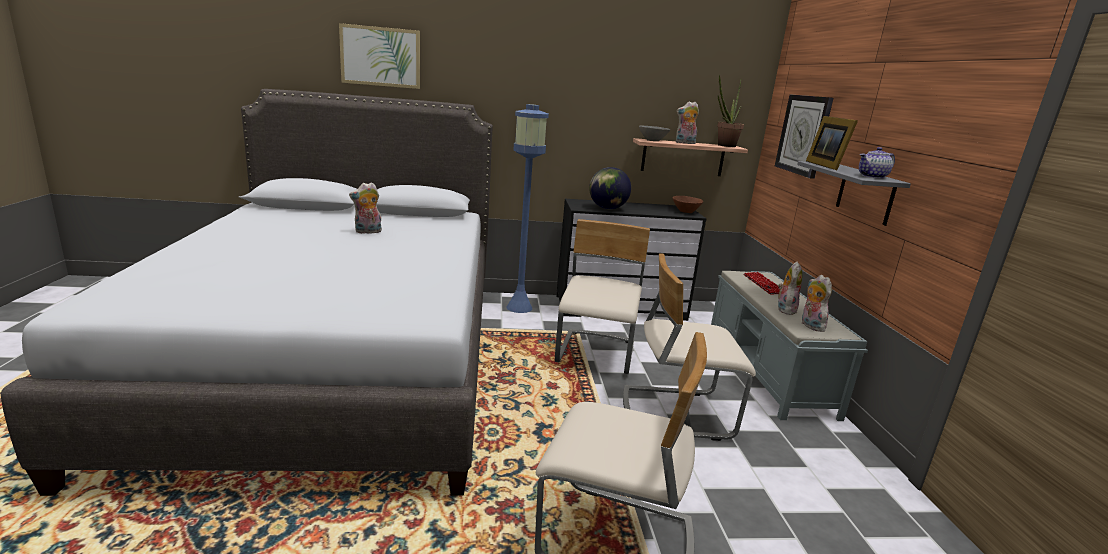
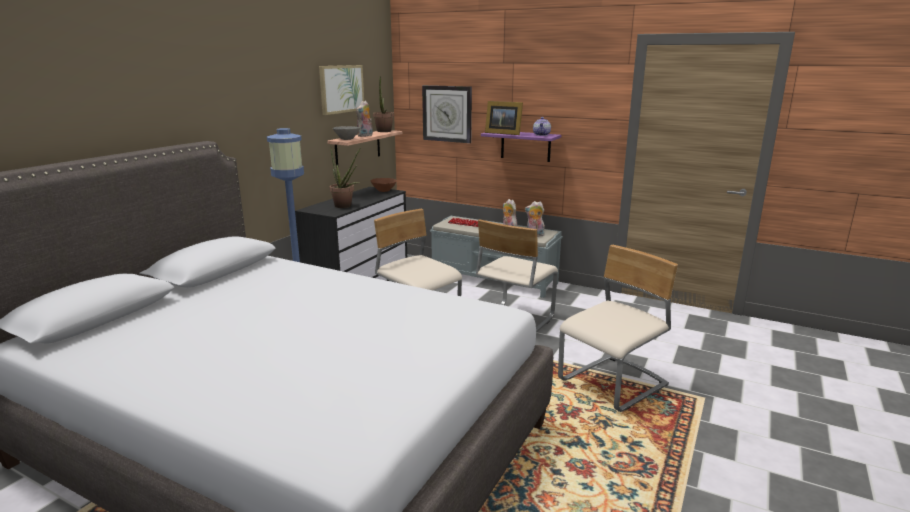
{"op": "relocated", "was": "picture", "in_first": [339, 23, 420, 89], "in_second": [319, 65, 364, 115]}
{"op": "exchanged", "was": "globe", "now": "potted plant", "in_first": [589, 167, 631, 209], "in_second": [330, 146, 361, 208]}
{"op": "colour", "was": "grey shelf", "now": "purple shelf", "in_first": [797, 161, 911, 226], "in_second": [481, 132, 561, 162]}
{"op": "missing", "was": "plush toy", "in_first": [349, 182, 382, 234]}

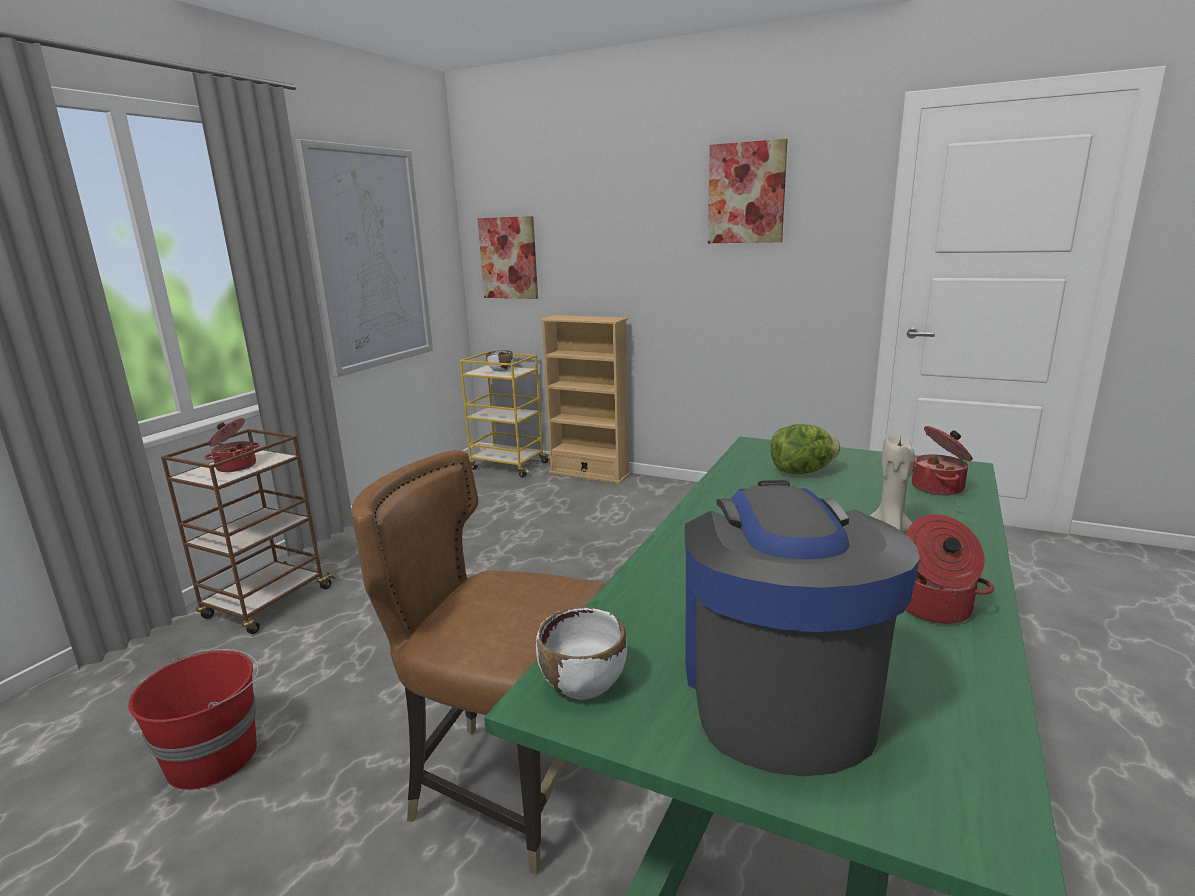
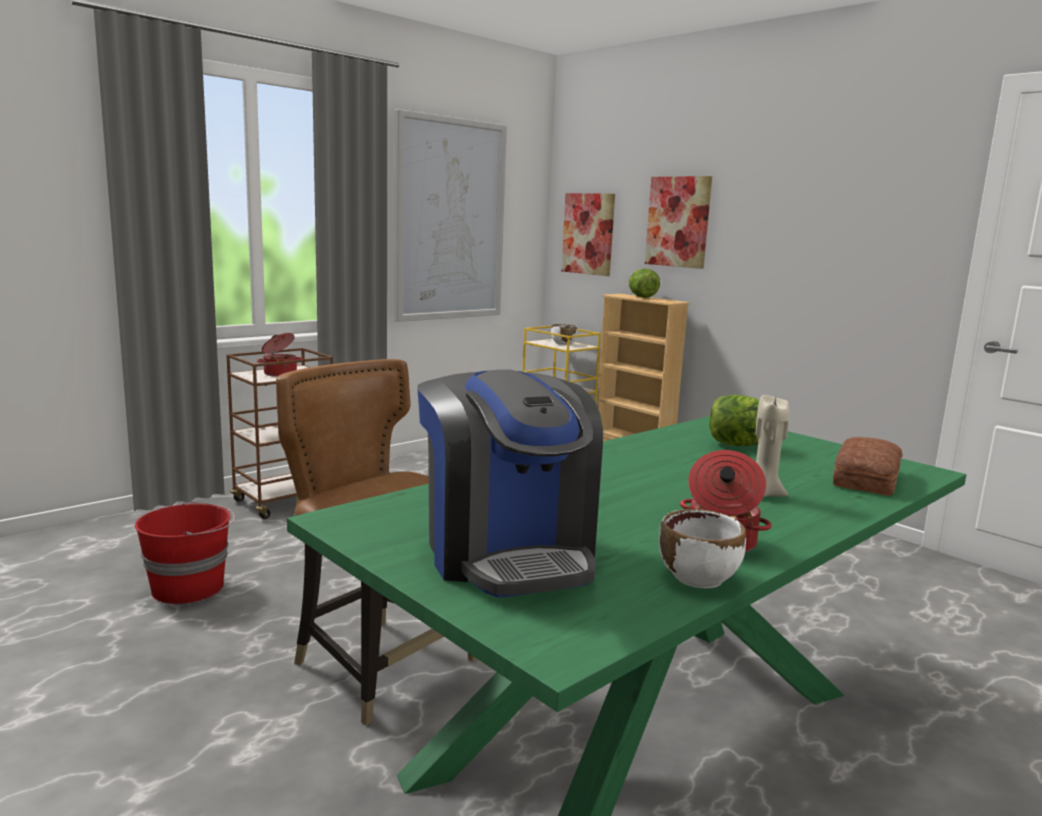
{"op": "spun", "was": "coffee machine", "in_first": [685, 480, 920, 776], "in_second": [417, 369, 603, 598], "clockwise": 135}
{"op": "appeared", "now": "lettuce", "in_second": [629, 268, 660, 298]}
{"op": "relocated", "was": "picture", "in_first": [708, 139, 788, 243], "in_second": [645, 176, 712, 269]}
{"op": "relocated", "was": "white bowl", "in_first": [536, 607, 627, 699], "in_second": [659, 509, 746, 588]}
{"op": "exchanged", "was": "cooking pot", "now": "bread", "in_first": [912, 426, 973, 496], "in_second": [833, 437, 903, 496]}

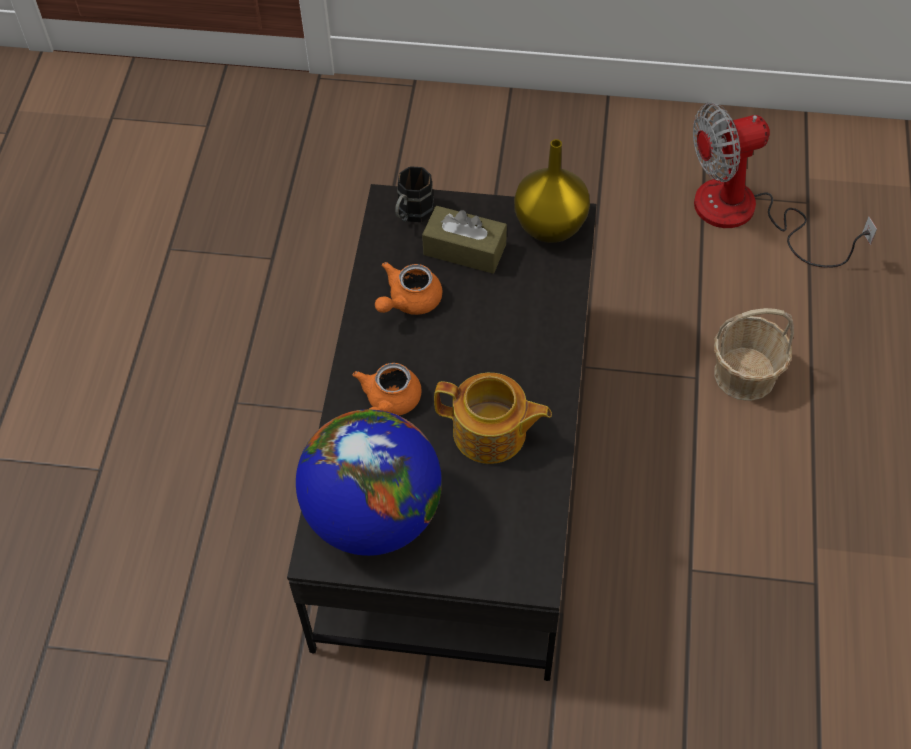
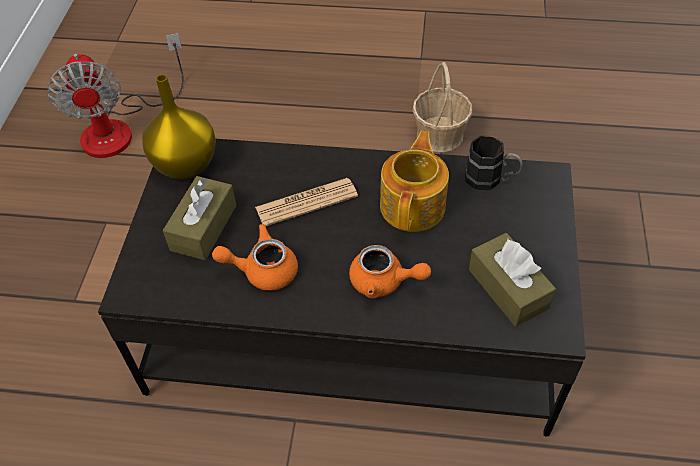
{"op": "spun", "was": "orange teapot", "in_first": [375, 262, 442, 315], "in_second": [212, 224, 298, 291], "clockwise": 135}
{"op": "appeared", "now": "newspaper", "in_second": [255, 178, 358, 226]}
{"op": "relocated", "was": "basket", "in_first": [714, 308, 794, 401], "in_second": [413, 62, 472, 152]}
{"op": "relocated", "was": "black mug", "in_first": [395, 166, 434, 222], "in_second": [465, 136, 523, 190]}
{"op": "exchanged", "was": "globe", "now": "brown tissue box", "in_first": [296, 409, 442, 556], "in_second": [469, 233, 556, 327]}

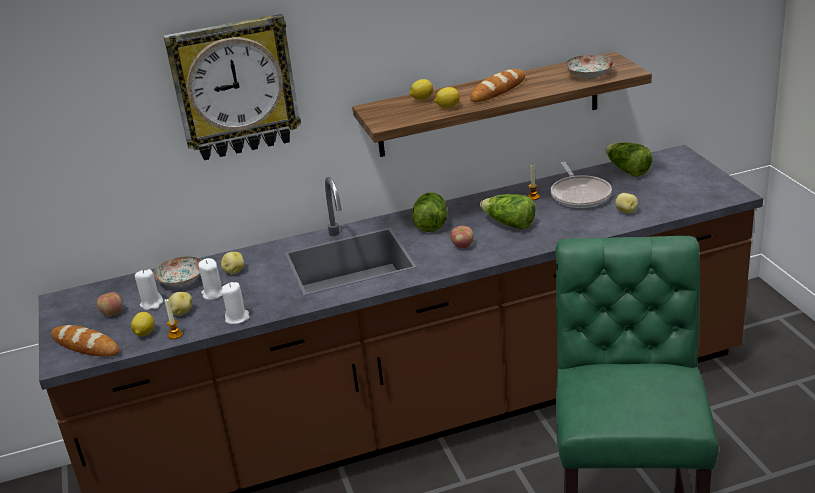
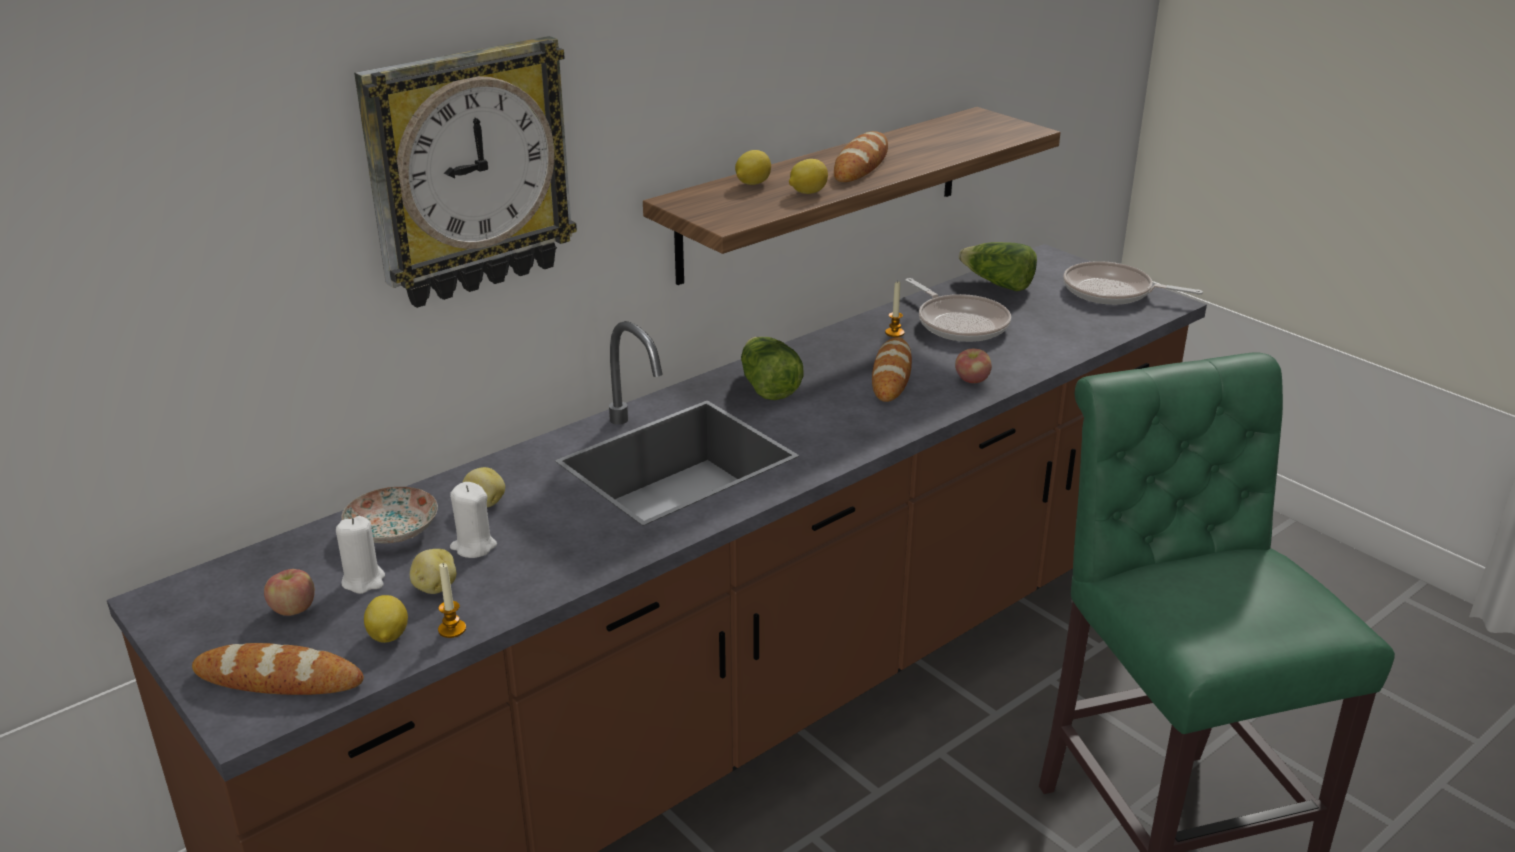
{"op": "exchanged", "was": "lettuce", "now": "bread", "in_first": [480, 194, 536, 230], "in_second": [872, 337, 912, 402]}
{"op": "relocated", "was": "apple", "in_first": [450, 226, 474, 248], "in_second": [955, 349, 992, 383]}
{"op": "appeared", "now": "frying pan", "in_second": [1063, 261, 1203, 305]}
{"op": "missing", "was": "white candle", "in_first": [221, 282, 250, 324]}
{"op": "missing", "was": "plate", "in_first": [565, 55, 615, 79]}
{"op": "missing", "was": "potato", "in_first": [615, 193, 638, 213]}

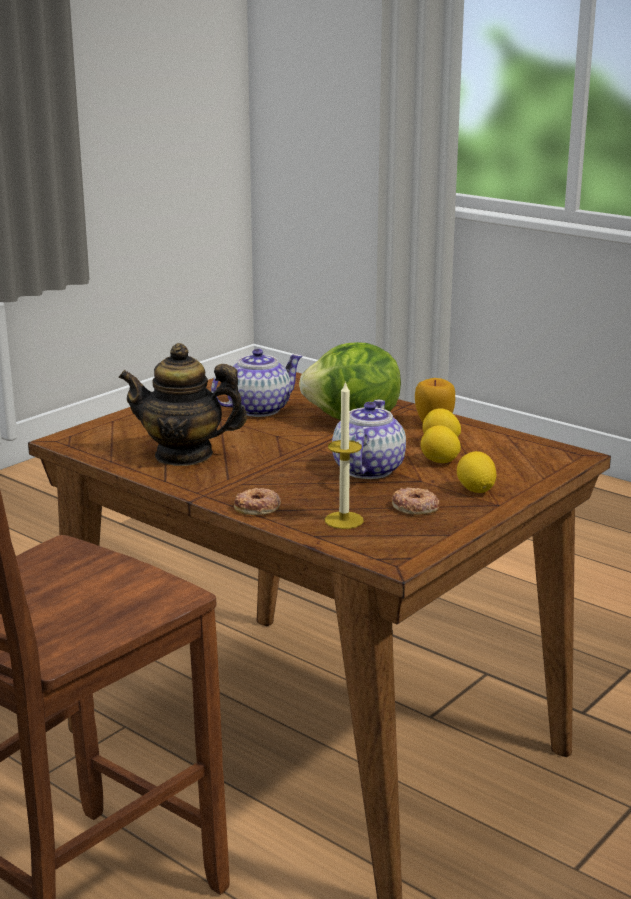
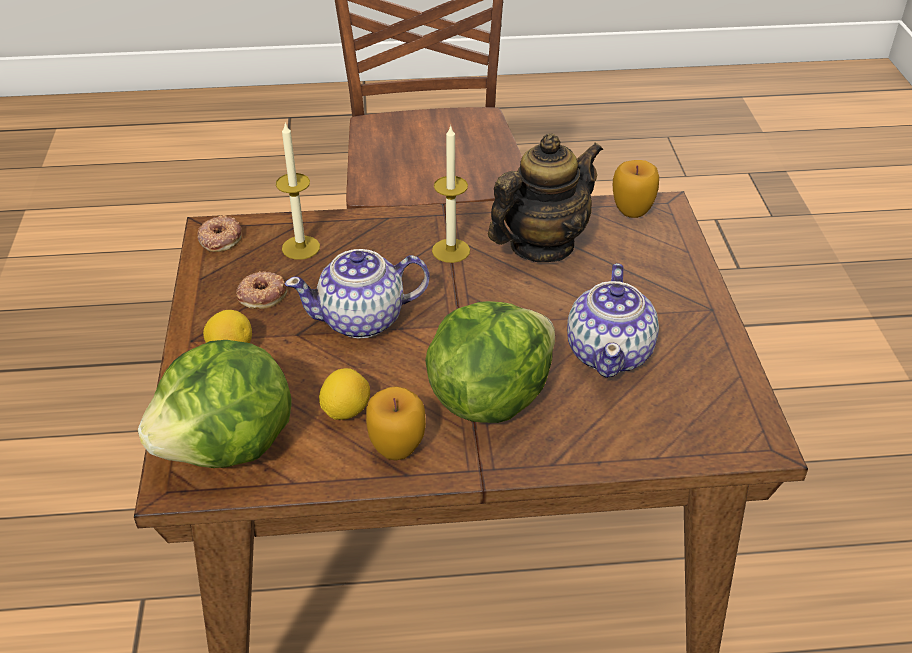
{"op": "appeared", "now": "lettuce", "in_second": [138, 340, 291, 468]}
{"op": "relocated", "was": "donut", "in_first": [234, 488, 281, 515], "in_second": [197, 215, 242, 252]}
{"op": "spun", "was": "teapot", "in_first": [332, 400, 406, 479], "in_second": [285, 249, 430, 338], "clockwise": 105}
{"op": "appeared", "now": "candle", "in_second": [432, 125, 470, 263]}
{"op": "appeared", "now": "apple", "in_second": [613, 160, 659, 218]}
{"op": "missing", "was": "lemon", "in_first": [421, 425, 461, 463]}

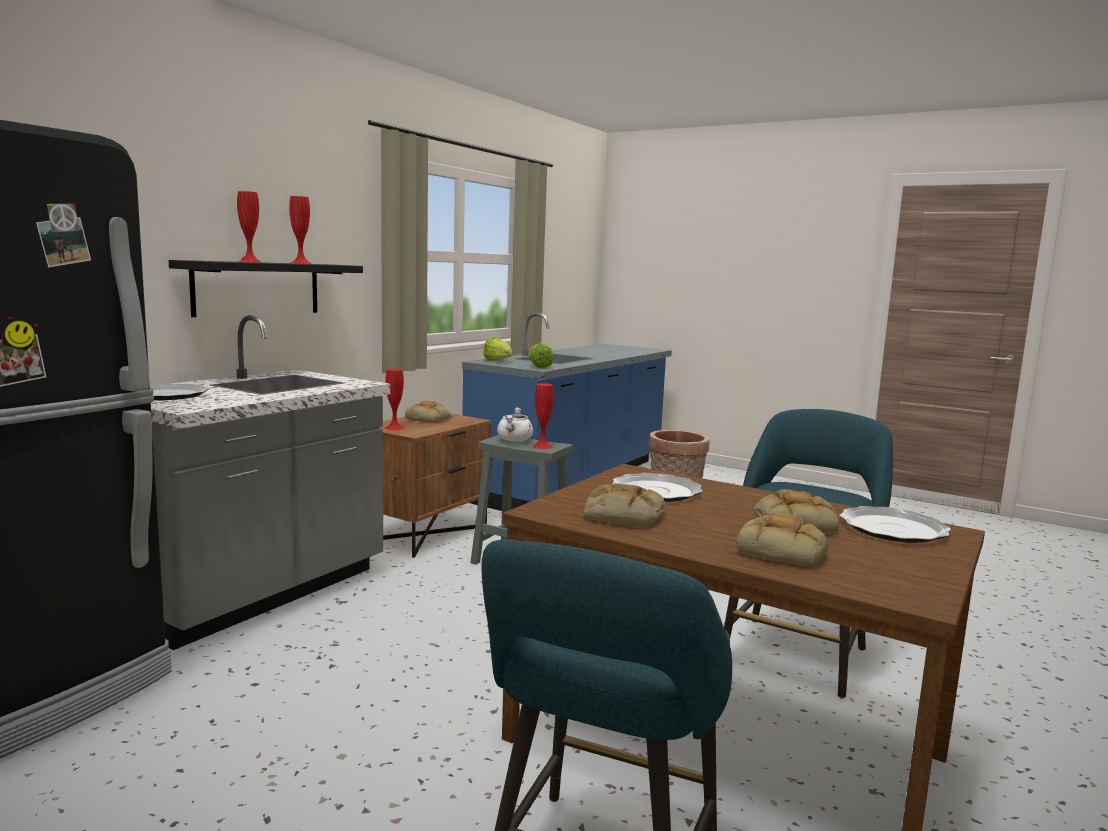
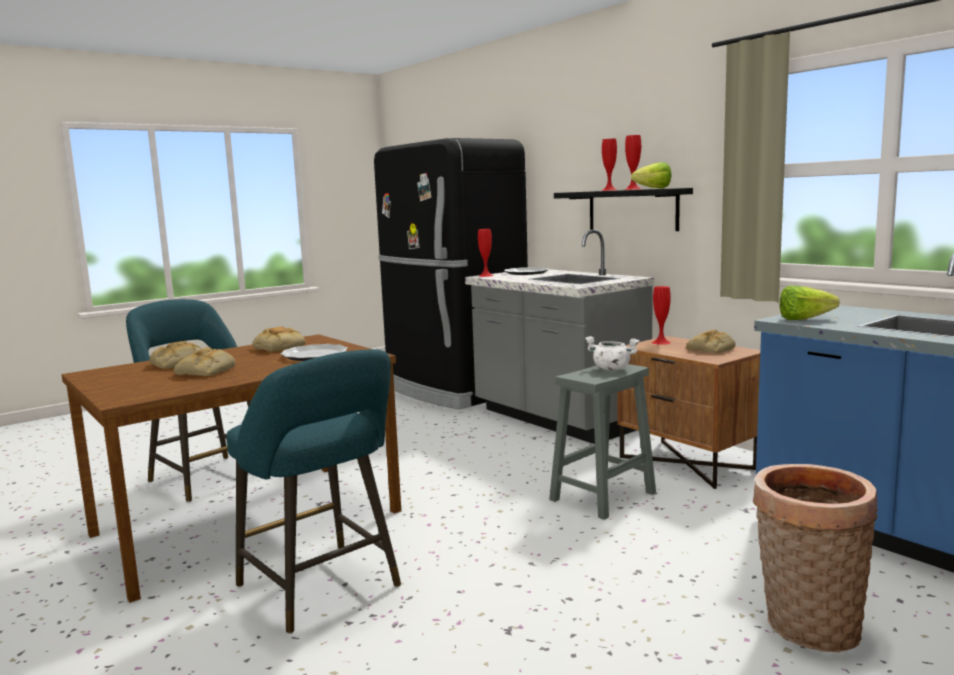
{"op": "relocated", "was": "red vase", "in_first": [532, 383, 554, 449], "in_second": [478, 229, 494, 277]}
{"op": "relocated", "was": "lettuce", "in_first": [483, 337, 512, 361], "in_second": [631, 162, 672, 189]}
{"op": "missing", "was": "plate", "in_first": [839, 506, 951, 543]}

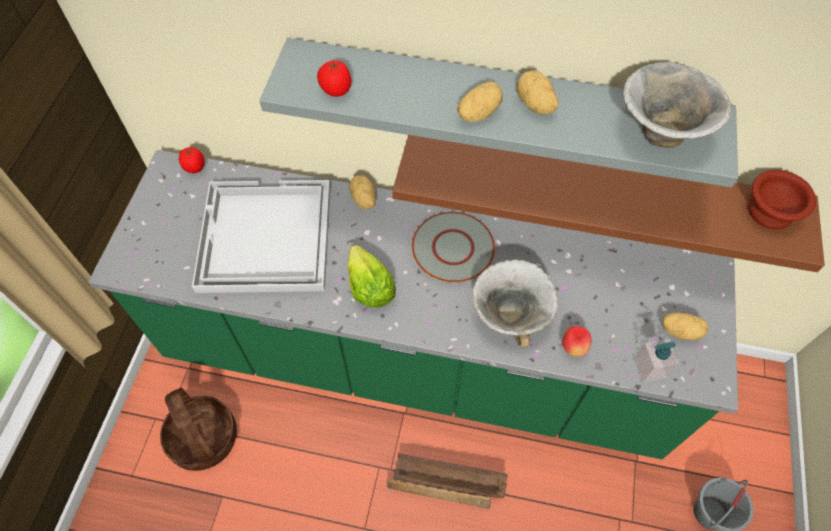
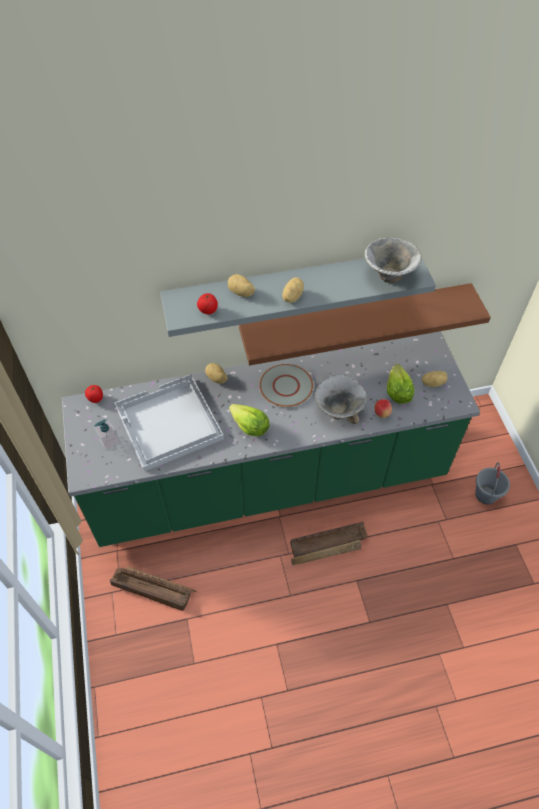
{"op": "relocated", "was": "soap dispenser", "in_first": [634, 339, 681, 383], "in_second": [94, 419, 120, 451]}
{"op": "exchanged", "was": "basket", "now": "crate", "in_first": [160, 388, 237, 471], "in_second": [110, 567, 196, 611]}
{"op": "relocated", "was": "potato", "in_first": [517, 70, 558, 115], "in_second": [228, 274, 255, 297]}
{"op": "appeared", "now": "lettuce", "in_second": [387, 364, 414, 404]}
{"op": "missing", "was": "brown bowl", "in_first": [749, 170, 816, 230]}

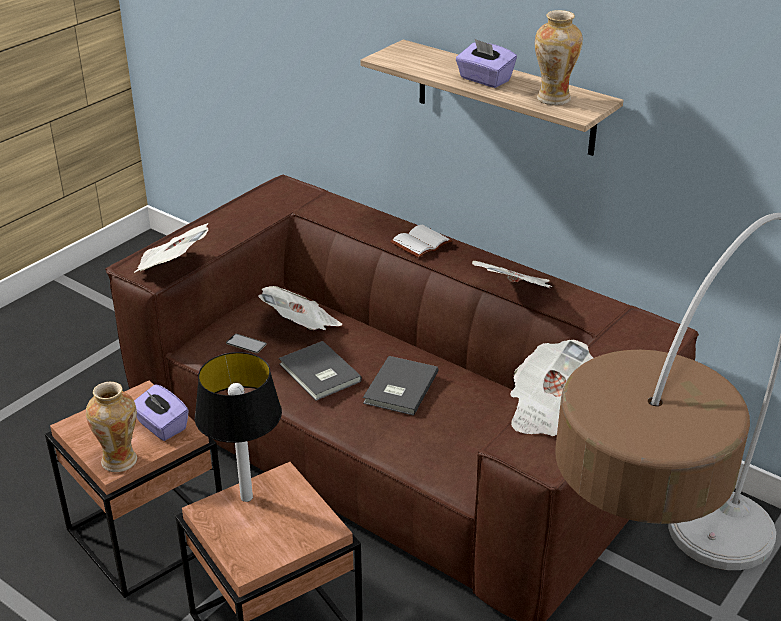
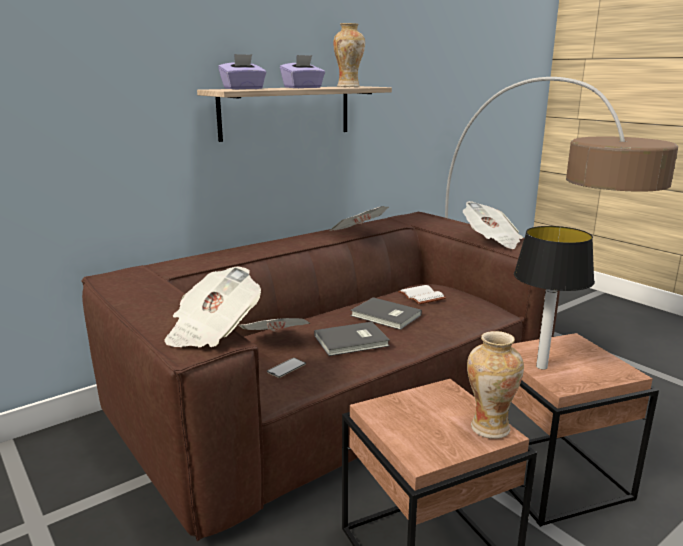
{"op": "relocated", "was": "purple tissue box", "in_first": [134, 384, 189, 441], "in_second": [218, 54, 267, 89]}
{"op": "relocated", "was": "white book", "in_first": [390, 225, 452, 258], "in_second": [398, 285, 446, 304]}

